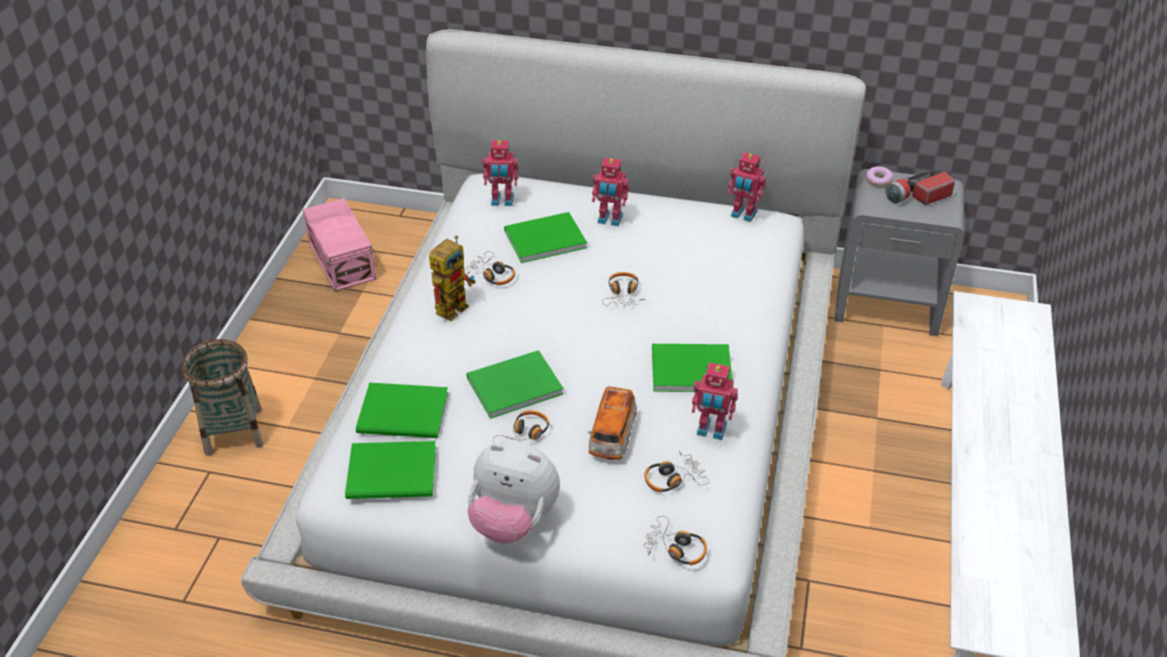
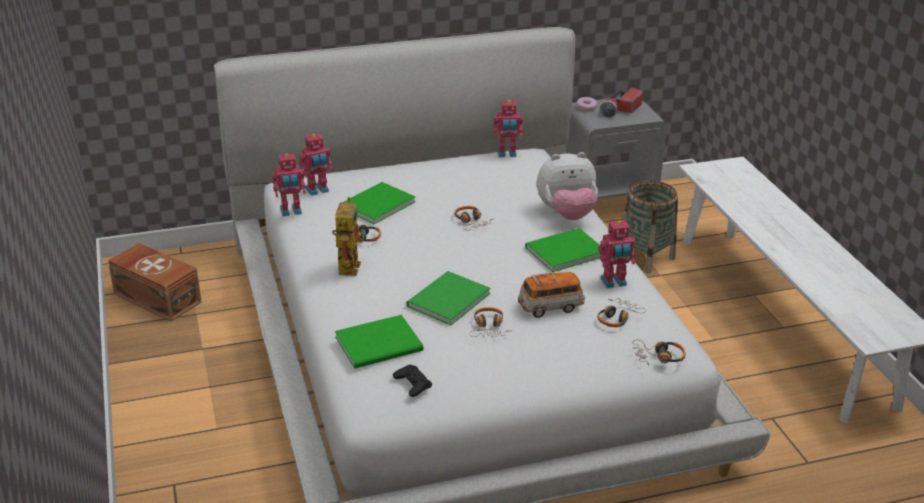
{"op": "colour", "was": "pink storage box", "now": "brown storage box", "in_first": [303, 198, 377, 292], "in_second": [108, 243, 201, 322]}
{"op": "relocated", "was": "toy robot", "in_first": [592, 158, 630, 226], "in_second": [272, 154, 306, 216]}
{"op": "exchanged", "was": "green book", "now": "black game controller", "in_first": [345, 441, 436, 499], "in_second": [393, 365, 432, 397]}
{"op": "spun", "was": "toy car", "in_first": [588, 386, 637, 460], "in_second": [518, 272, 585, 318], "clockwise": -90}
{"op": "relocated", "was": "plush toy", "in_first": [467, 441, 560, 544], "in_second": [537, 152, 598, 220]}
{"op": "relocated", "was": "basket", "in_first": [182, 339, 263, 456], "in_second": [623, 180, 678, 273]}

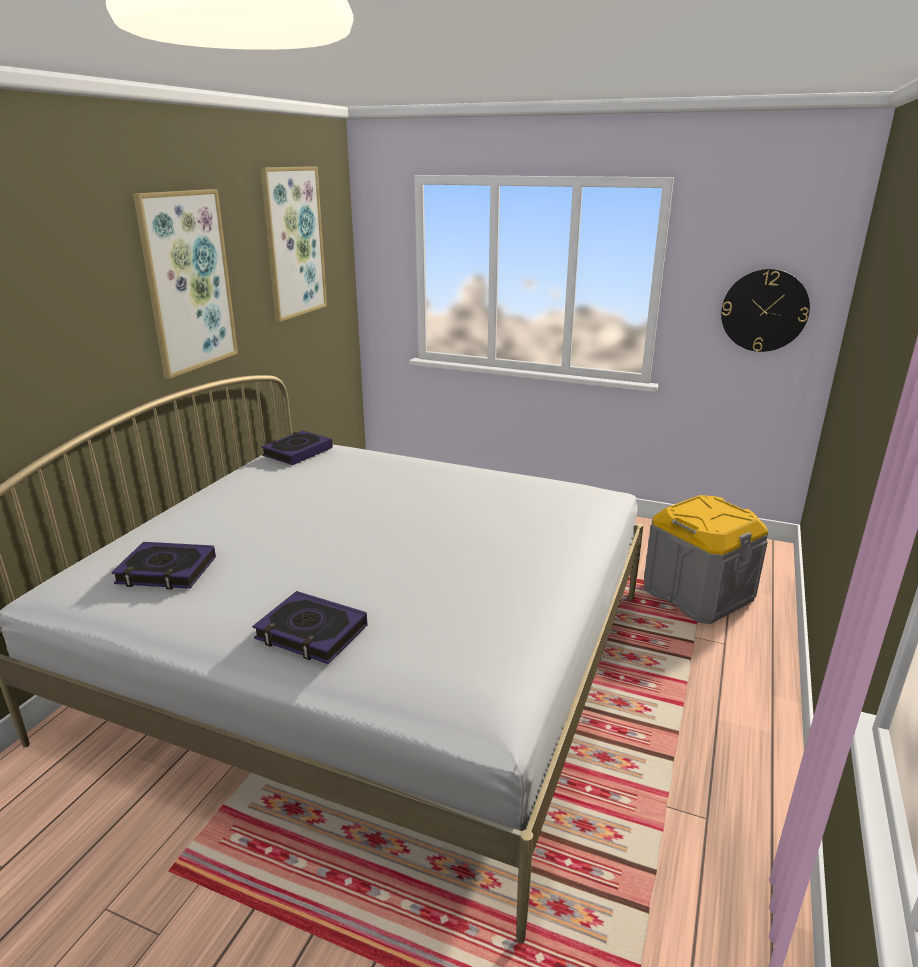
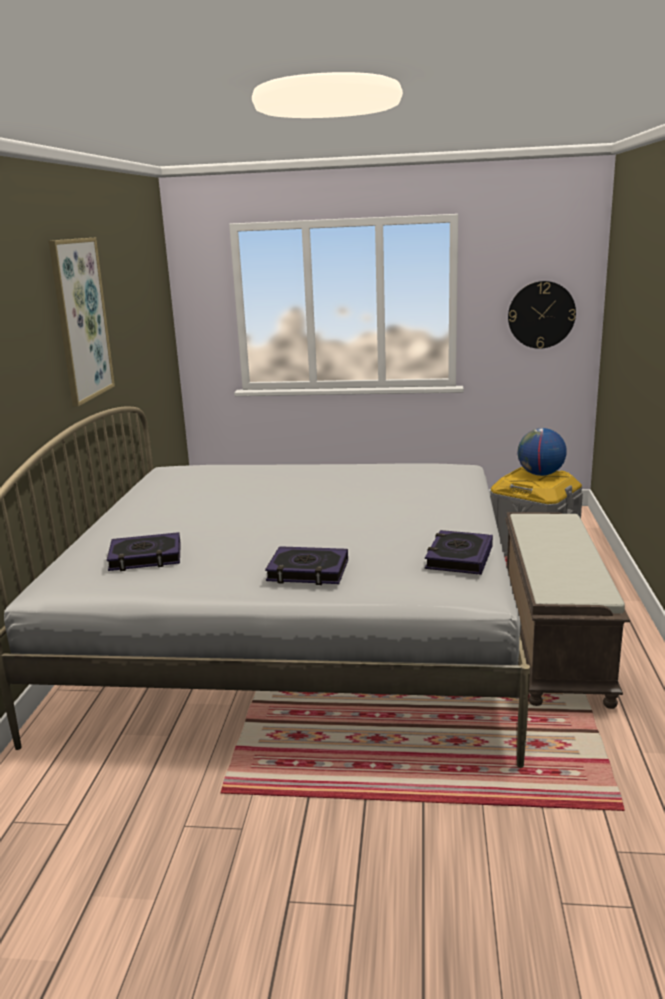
{"op": "relocated", "was": "book", "in_first": [261, 430, 333, 465], "in_second": [425, 530, 493, 575]}
{"op": "appeared", "now": "brown bench", "in_second": [505, 512, 630, 709]}
{"op": "appeared", "now": "globe", "in_second": [517, 428, 567, 476]}
{"op": "missing", "was": "picture", "in_first": [260, 166, 327, 322]}

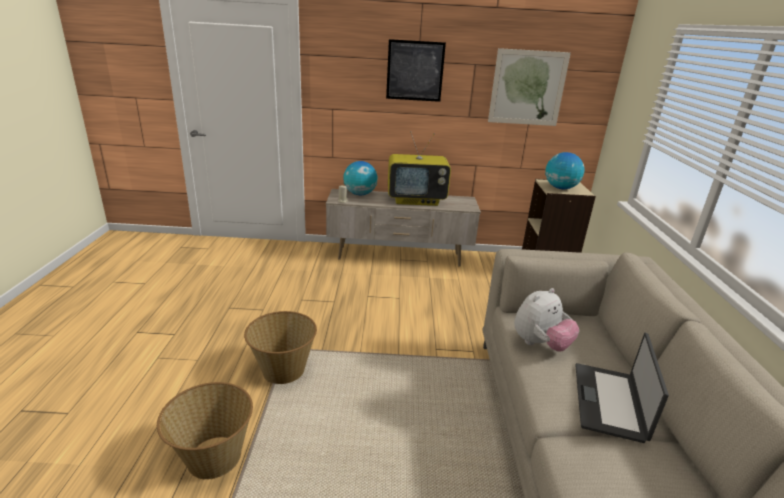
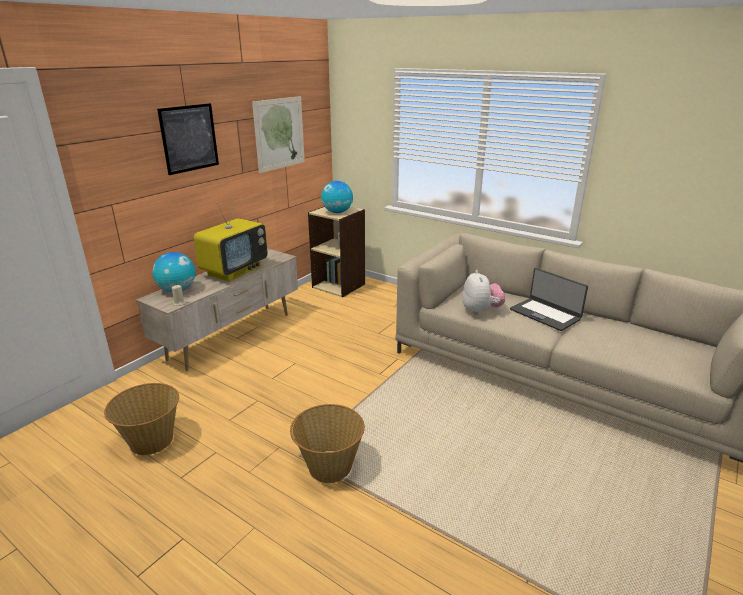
{"op": "relocated", "was": "basket", "in_first": [157, 382, 253, 480], "in_second": [104, 383, 179, 455]}

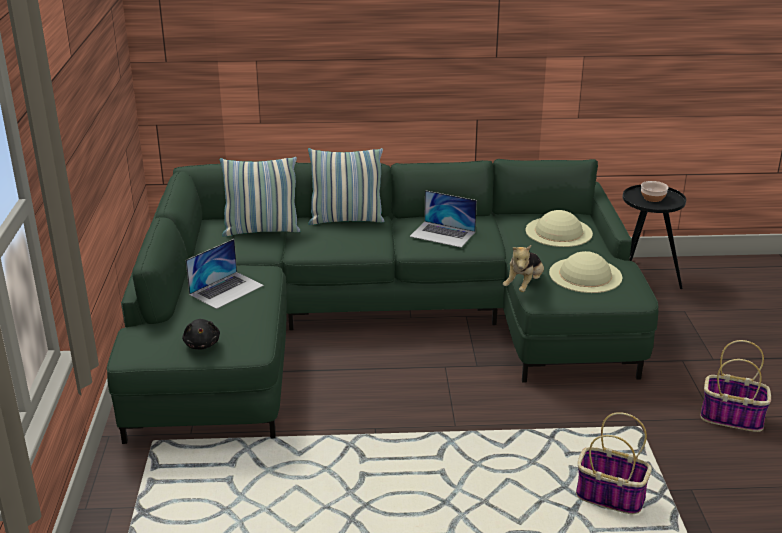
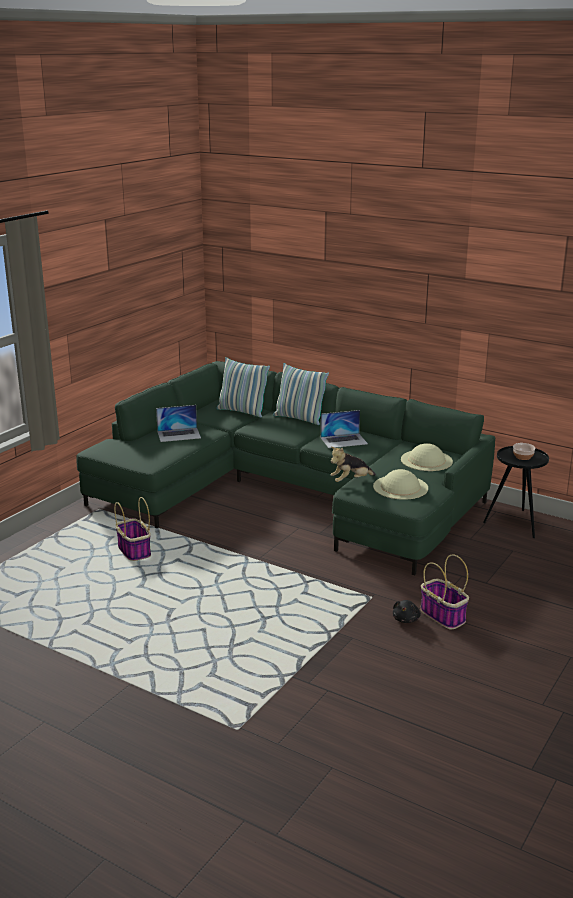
{"op": "relocated", "was": "basket", "in_first": [576, 412, 652, 514], "in_second": [114, 497, 151, 561]}
{"op": "spun", "was": "laptop", "in_first": [409, 190, 477, 248], "in_second": [321, 410, 368, 448], "clockwise": -75}
{"op": "relocated", "was": "black plush toy", "in_first": [182, 319, 220, 350], "in_second": [393, 600, 421, 623]}

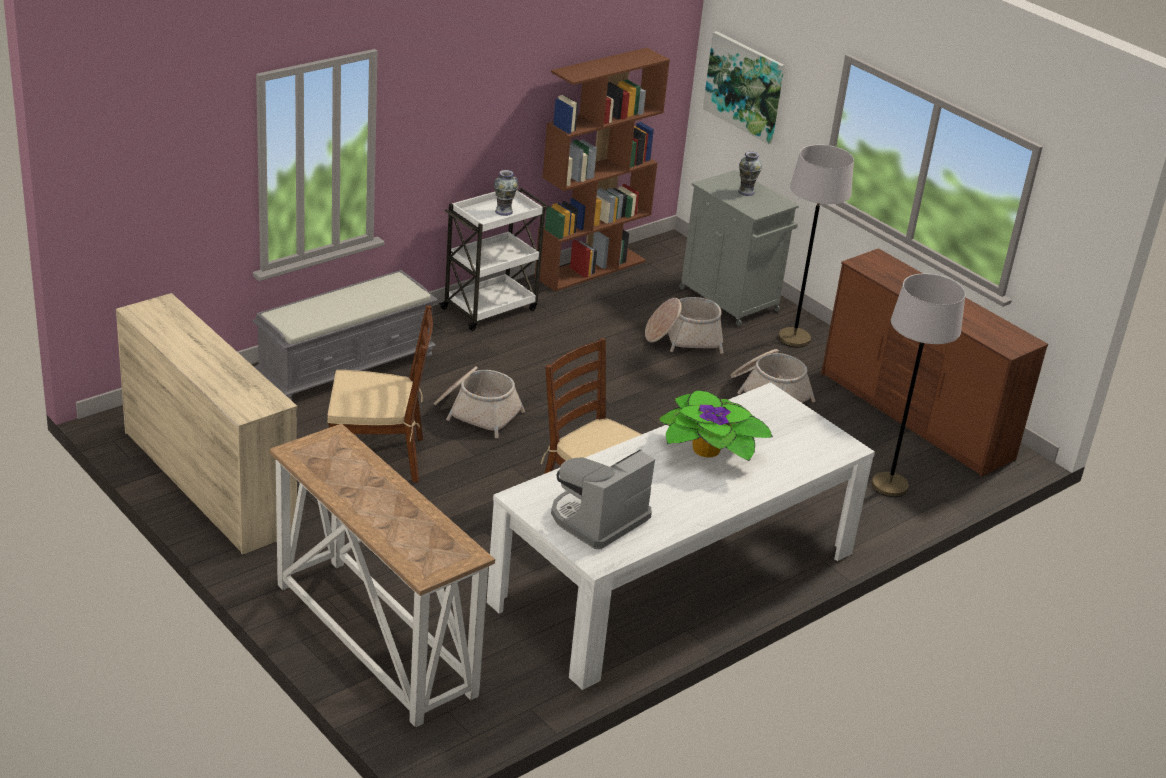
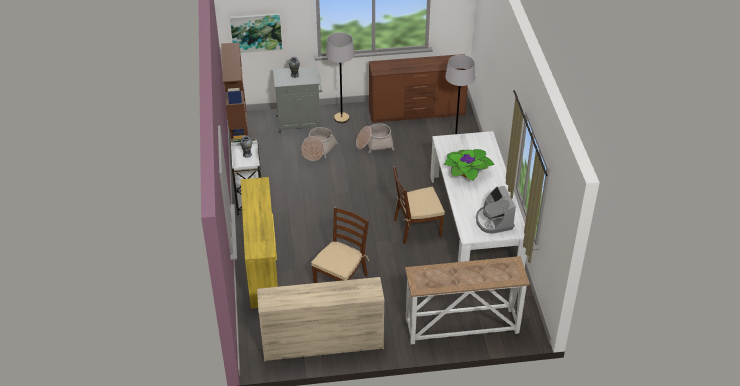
{"op": "exchanged", "was": "grey bench", "now": "yellow dresser", "in_first": [252, 270, 438, 401], "in_second": [241, 177, 278, 309]}
{"op": "missing", "was": "basket", "in_first": [434, 366, 525, 438]}

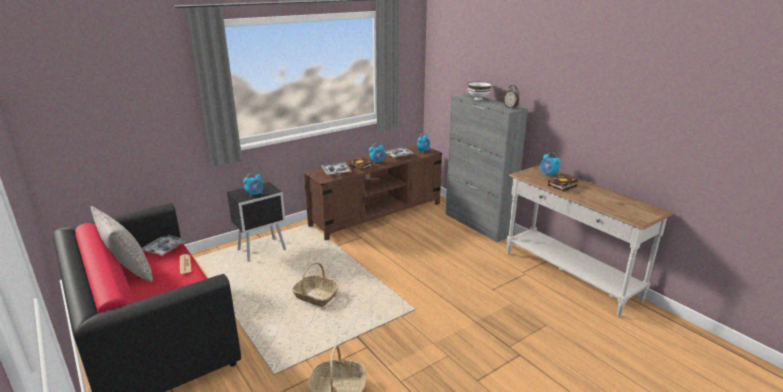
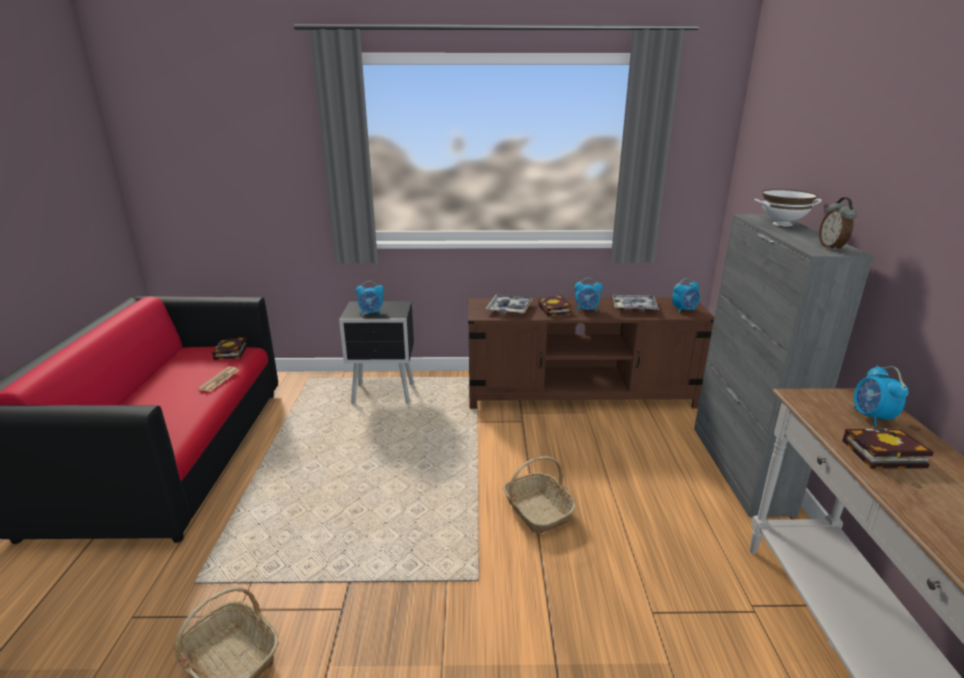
{"op": "exchanged", "was": "tray", "now": "book", "in_first": [142, 235, 188, 256], "in_second": [212, 337, 248, 360]}
{"op": "relocated", "was": "basket", "in_first": [292, 262, 339, 307], "in_second": [503, 456, 576, 534]}
{"op": "missing", "was": "grey pillow", "in_first": [90, 206, 153, 282]}

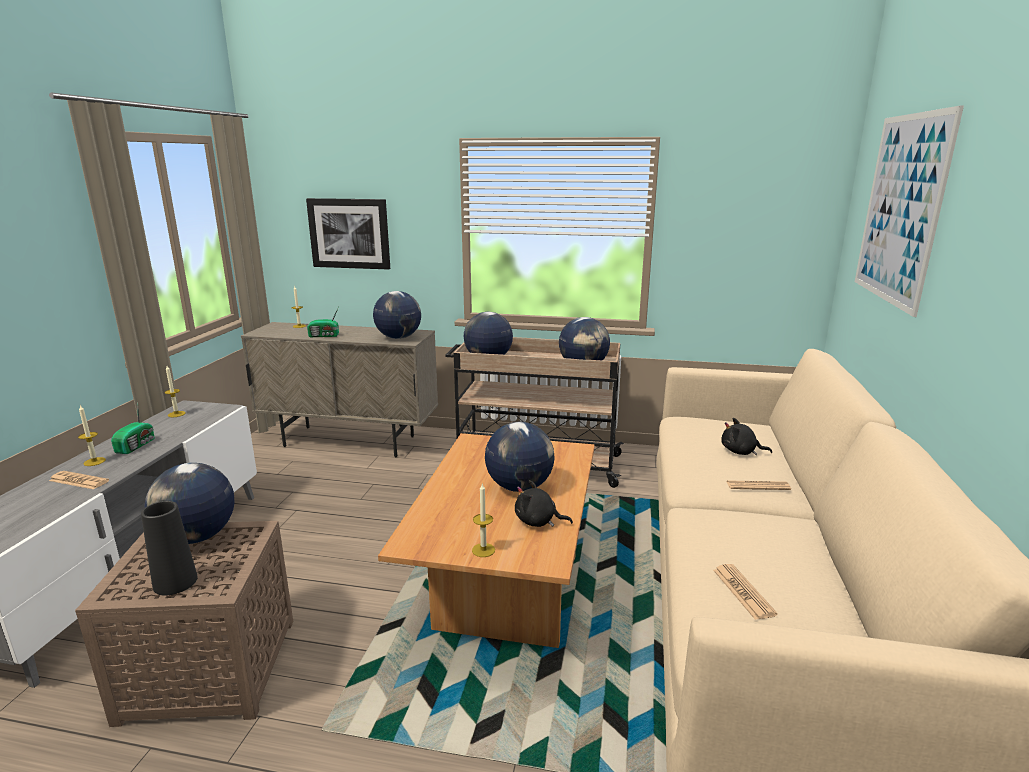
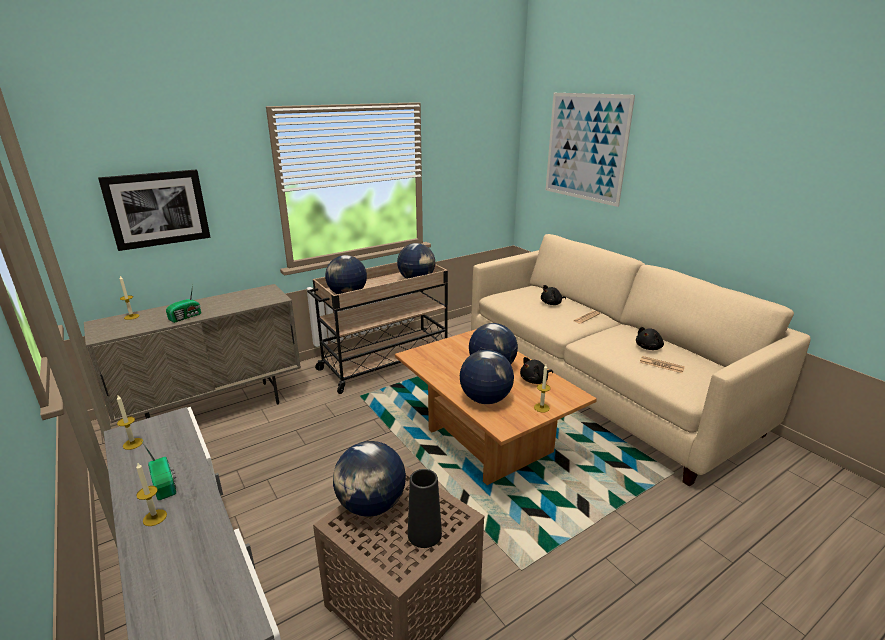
{"op": "relocated", "was": "globe", "in_first": [373, 291, 421, 339], "in_second": [460, 350, 514, 404]}
{"op": "appeared", "now": "black plush toy", "in_second": [636, 327, 664, 350]}
{"op": "missing", "was": "newspaper", "in_first": [49, 471, 109, 489]}

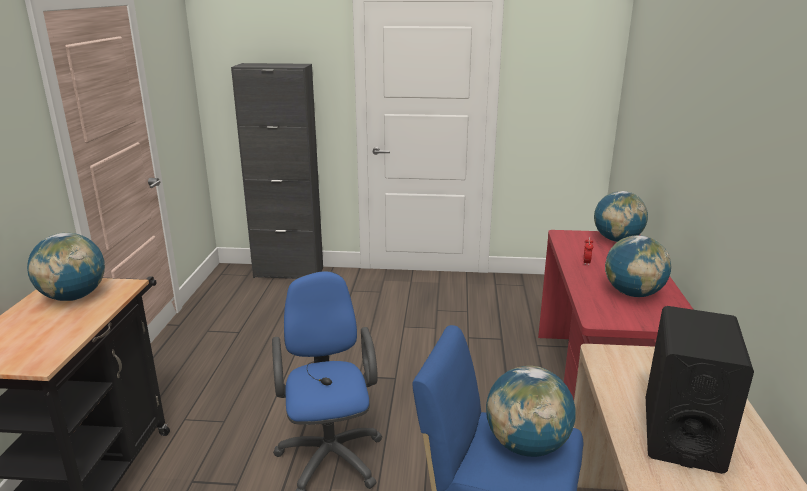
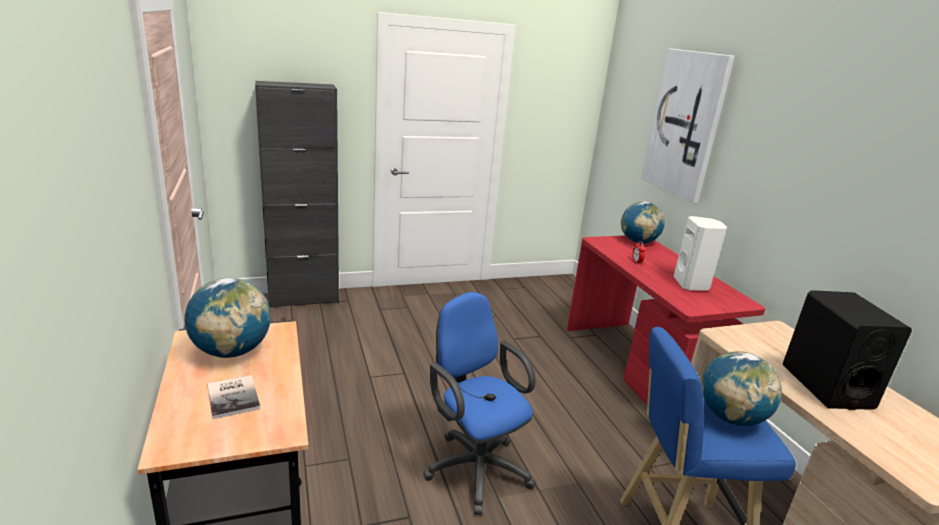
{"op": "appeared", "now": "book", "in_second": [207, 375, 260, 419]}
{"op": "appeared", "now": "picture", "in_second": [641, 48, 735, 203]}
{"op": "exchanged", "was": "globe", "now": "white speaker", "in_first": [605, 235, 671, 297], "in_second": [674, 216, 727, 291]}

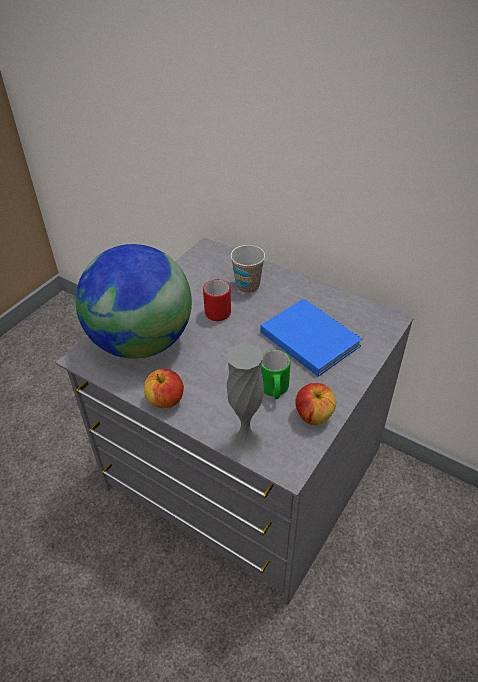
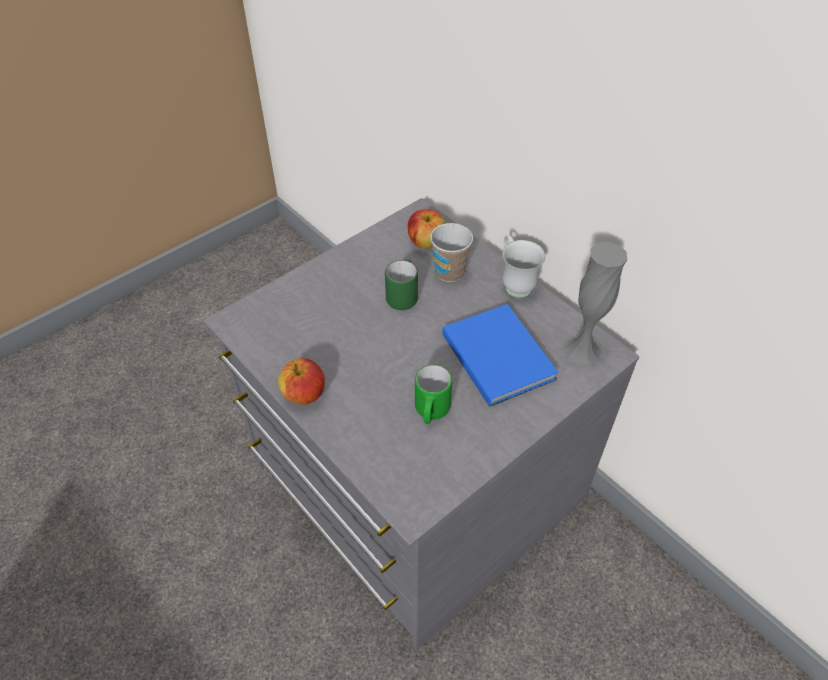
{"op": "colour", "was": "red mug", "now": "green mug", "in_first": [203, 279, 231, 321], "in_second": [385, 259, 418, 310]}
{"op": "relocated", "was": "apple", "in_first": [295, 383, 336, 425], "in_second": [408, 209, 445, 249]}
{"op": "appeared", "now": "white mug", "in_second": [502, 234, 545, 299]}
{"op": "relocated", "was": "grey vase", "in_first": [227, 343, 264, 458], "in_second": [563, 242, 627, 365]}
{"op": "missing", "was": "globe", "in_first": [75, 244, 192, 359]}

